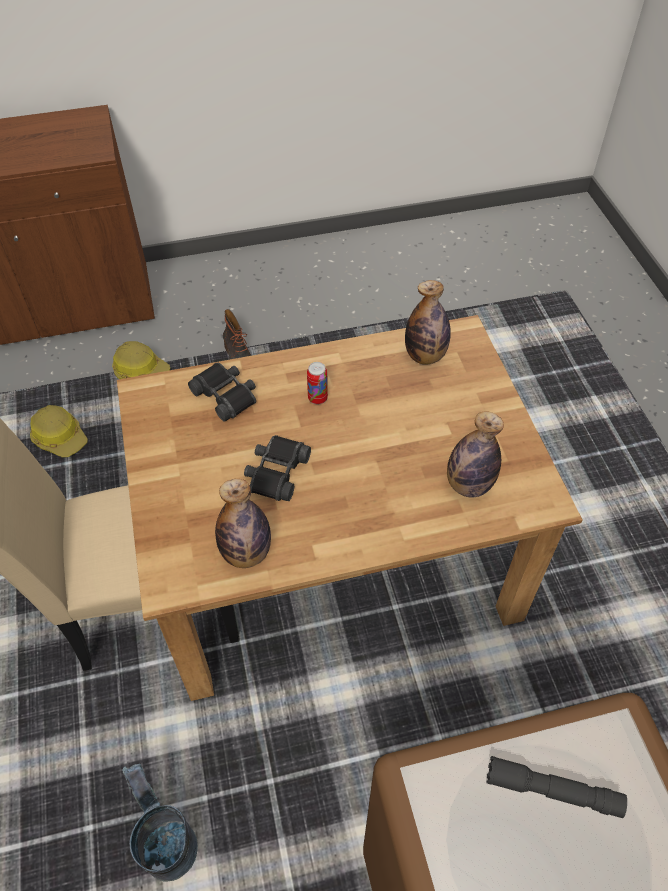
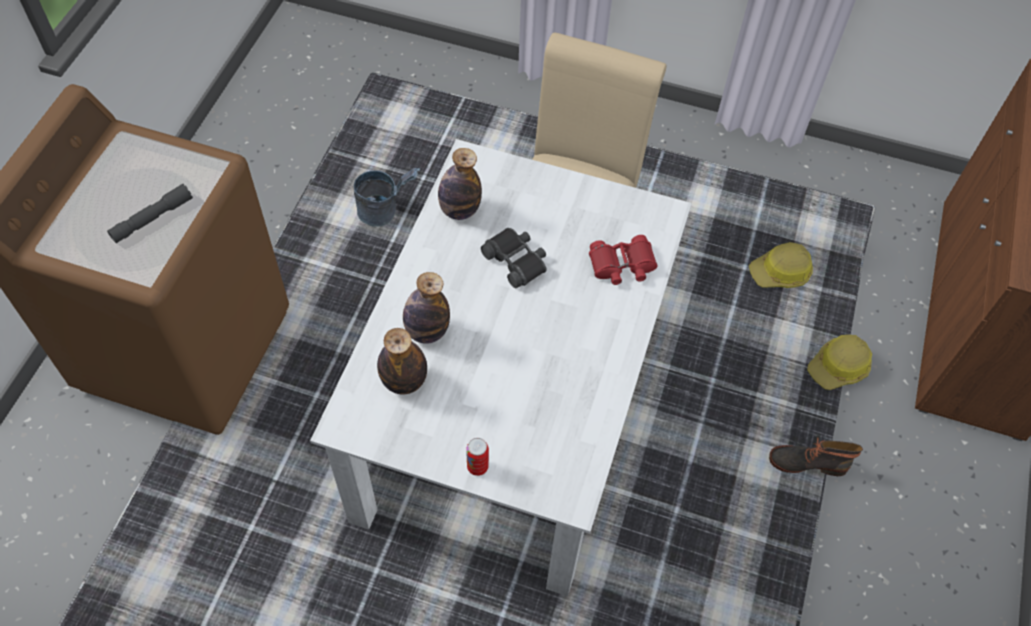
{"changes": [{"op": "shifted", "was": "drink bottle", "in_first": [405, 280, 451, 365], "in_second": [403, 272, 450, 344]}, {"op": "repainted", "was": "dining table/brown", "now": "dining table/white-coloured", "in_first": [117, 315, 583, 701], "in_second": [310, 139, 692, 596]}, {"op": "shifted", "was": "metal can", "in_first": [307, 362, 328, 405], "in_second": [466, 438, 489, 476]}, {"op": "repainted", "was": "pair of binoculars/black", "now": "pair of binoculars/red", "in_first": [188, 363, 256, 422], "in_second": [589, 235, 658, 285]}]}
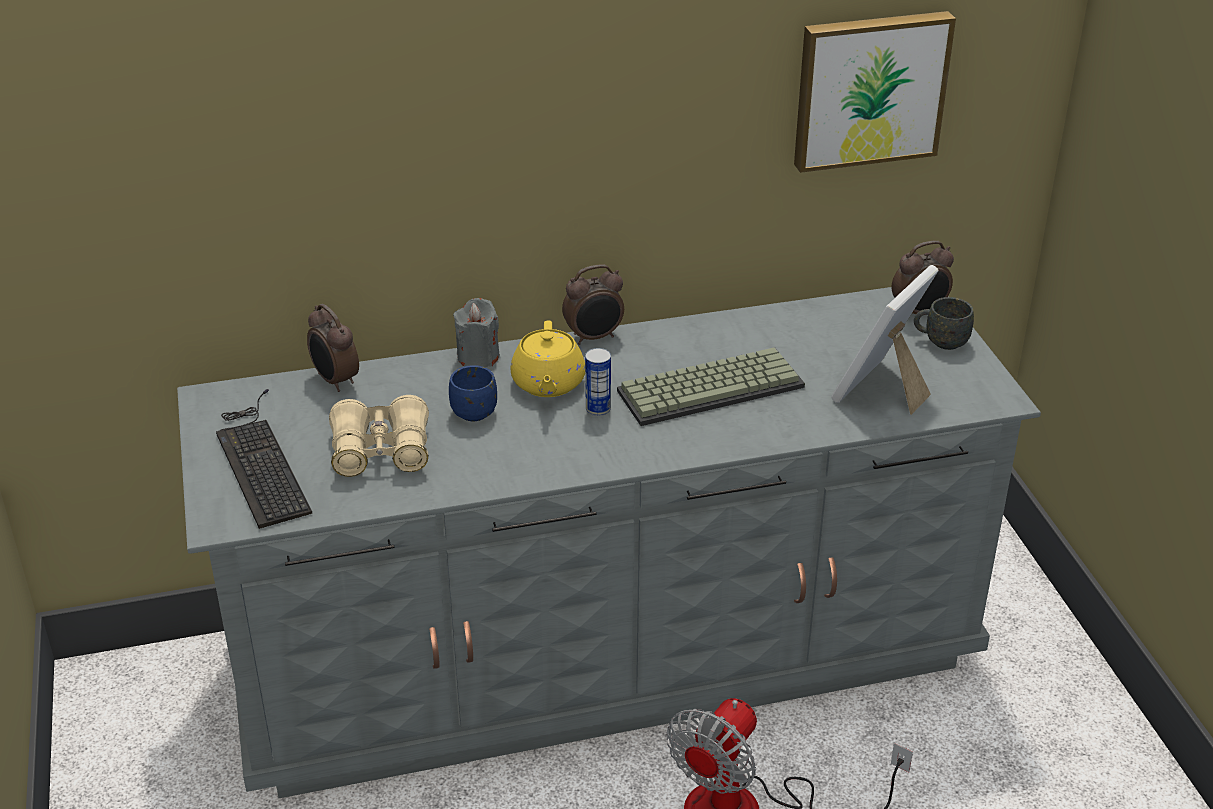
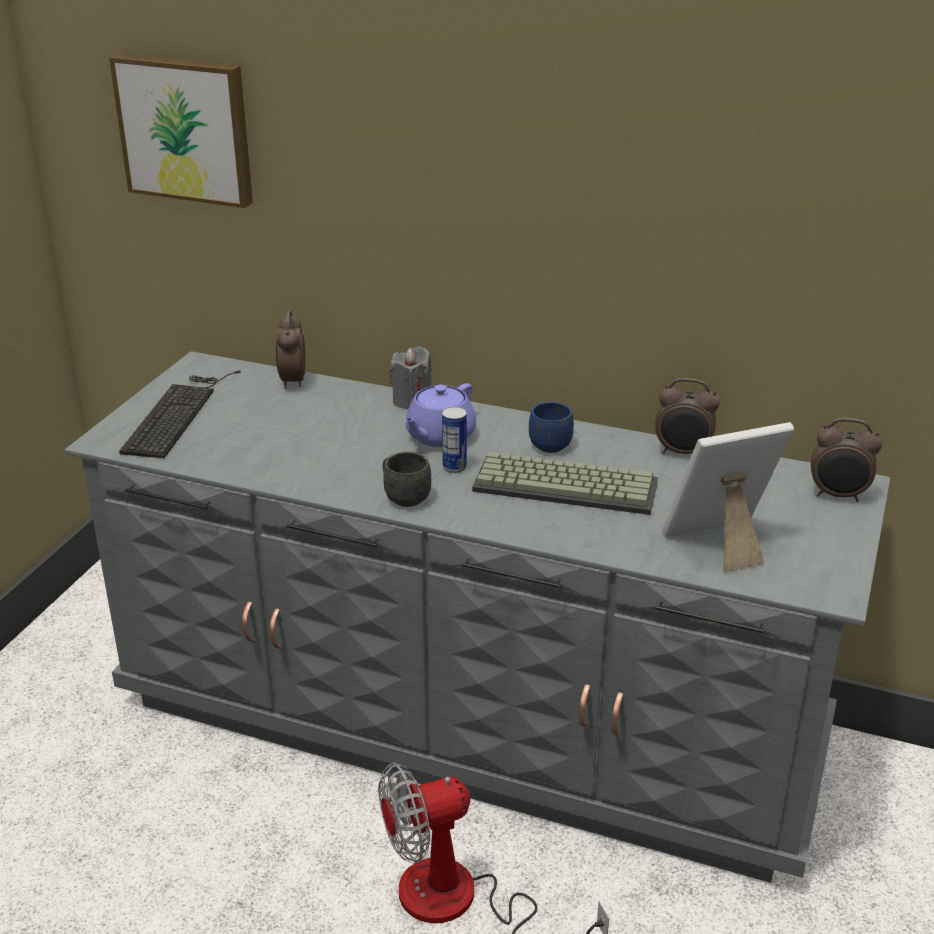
{"changes": [{"op": "shifted", "was": "picture", "in_first": [794, 11, 956, 173], "in_second": [109, 54, 253, 208]}, {"op": "shifted", "was": "bedside clock", "in_first": [562, 264, 624, 345], "in_second": [655, 378, 720, 454]}, {"op": "shifted", "was": "mug/greyish", "in_first": [914, 297, 974, 350], "in_second": [383, 452, 431, 507]}, {"op": "repainted", "was": "teapot/yellow-coloured", "now": "teapot/purple-coloured", "in_first": [511, 320, 585, 397], "in_second": [404, 383, 476, 447]}, {"op": "shifted", "was": "mug/blue-coloured", "in_first": [449, 365, 497, 421], "in_second": [529, 402, 574, 453]}, {"op": "gone", "was": "pair of binoculars/sand-coloured", "in_first": [329, 395, 429, 477]}]}
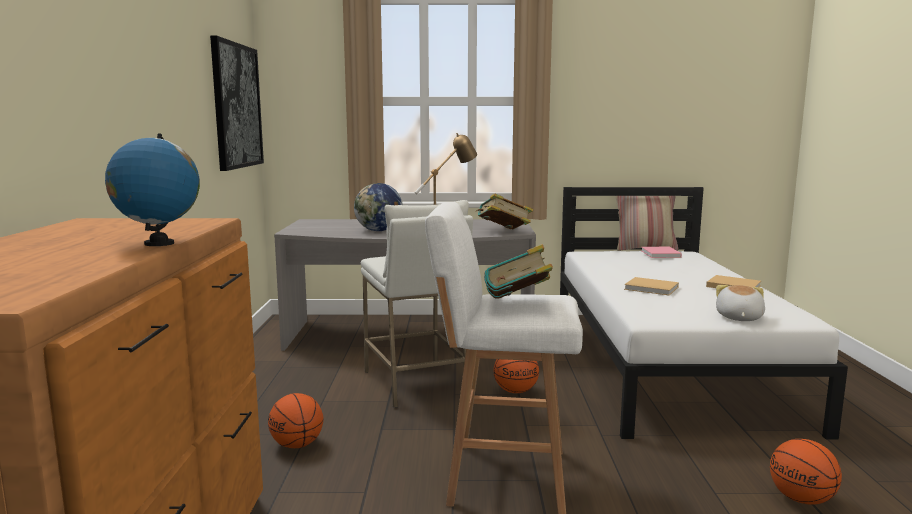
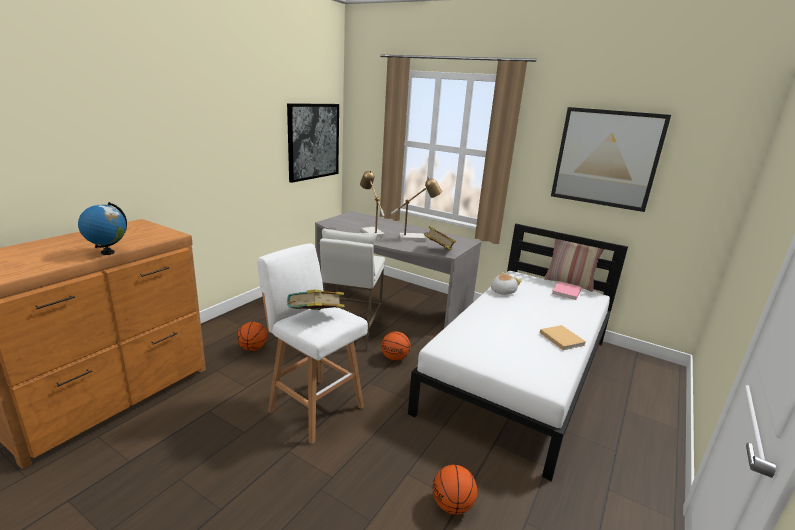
{"changes": [{"op": "swapped", "was": "globe", "now": "lamp for a table", "in_first": [354, 183, 403, 231], "in_second": [360, 170, 385, 237]}, {"op": "gone", "was": "bound book/sand-coloured", "in_first": [624, 277, 679, 296]}, {"op": "shifted", "was": "plush toy", "in_first": [716, 285, 765, 321], "in_second": [491, 272, 522, 295]}, {"op": "new", "now": "picture", "in_second": [551, 107, 671, 212]}]}
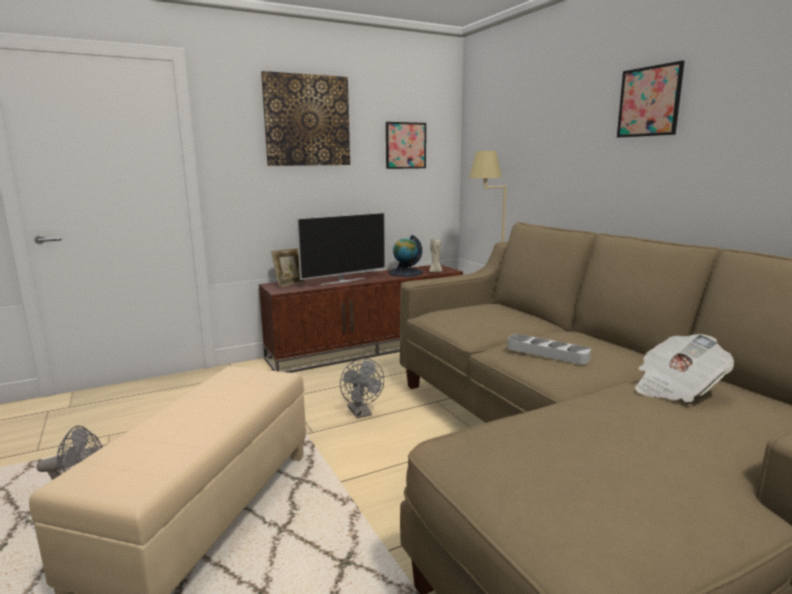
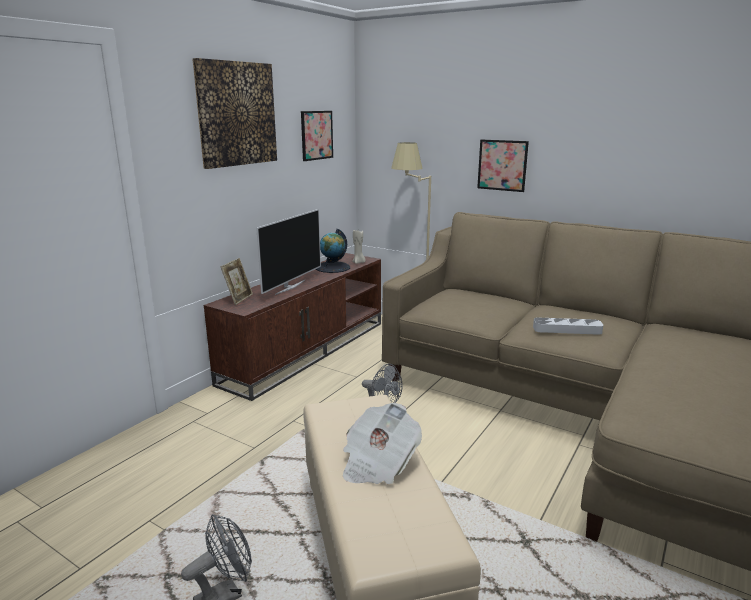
{"changes": [{"op": "shifted", "was": "picture", "in_first": [617, 61, 685, 138], "in_second": [477, 140, 529, 192]}, {"op": "shifted", "was": "daily paper", "in_first": [635, 334, 734, 402], "in_second": [343, 403, 422, 484]}]}
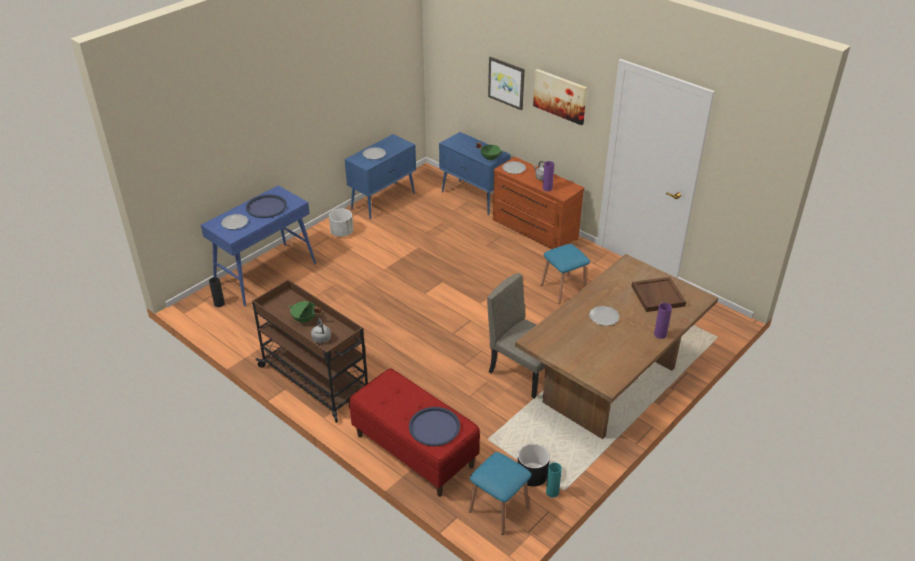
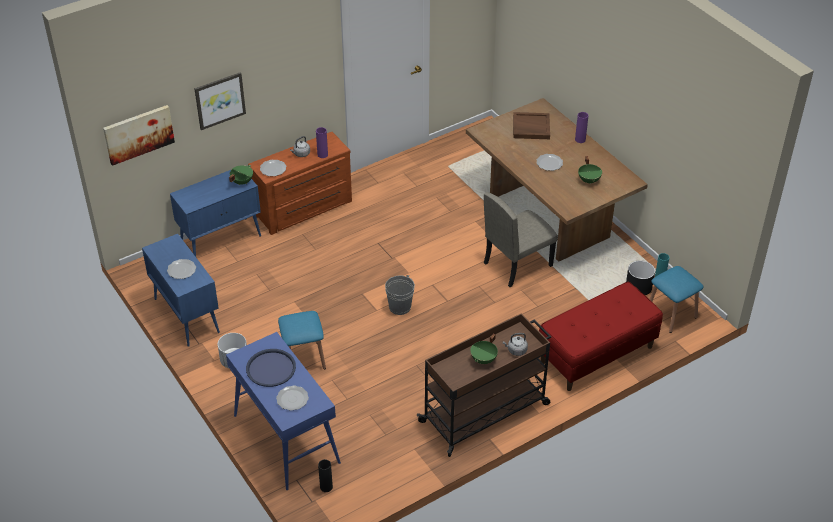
{"changes": [{"op": "shifted", "was": "picture", "in_first": [533, 69, 587, 125], "in_second": [103, 105, 175, 166]}, {"op": "shifted", "was": "stool/blue-coloured", "in_first": [541, 244, 590, 304], "in_second": [278, 311, 326, 369]}, {"op": "gone", "was": "serving tray/blue-coloured", "in_first": [409, 407, 460, 446]}, {"op": "new", "now": "stockpot/green-coloured", "in_second": [578, 156, 602, 184]}, {"op": "new", "now": "water bucket/greyish", "in_second": [385, 275, 415, 315]}]}
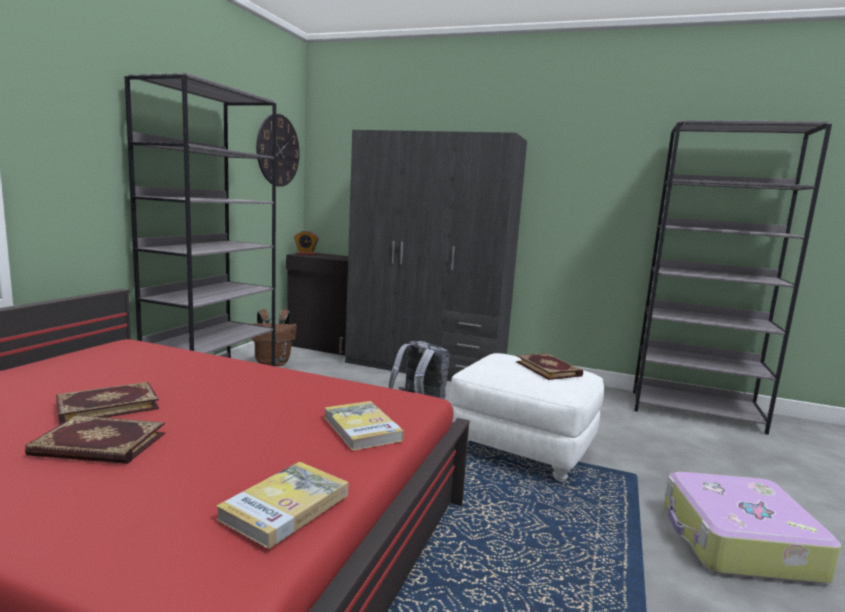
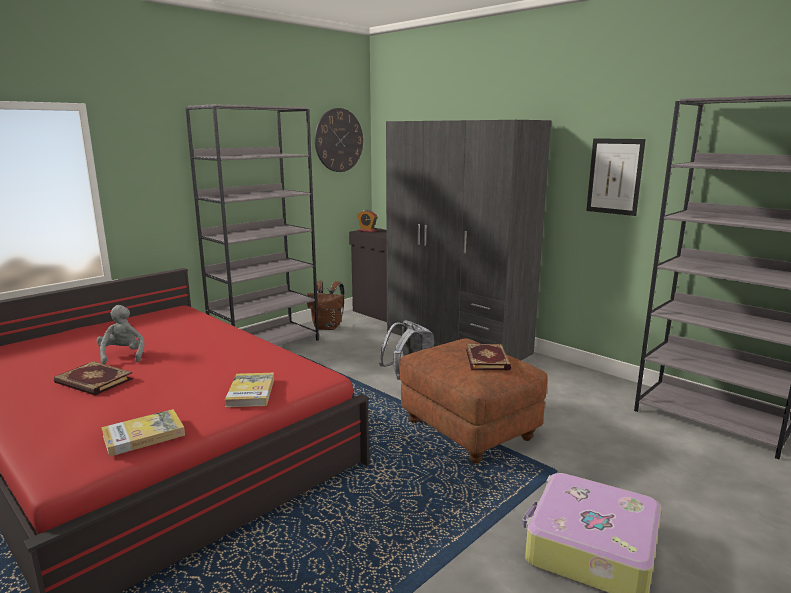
{"changes": [{"op": "repainted", "was": "ottoman/white-coloured", "now": "ottoman/brown", "in_first": [450, 353, 604, 482], "in_second": [400, 338, 547, 464]}, {"op": "swapped", "was": "bound book", "now": "plush toy/greyish", "in_first": [56, 382, 159, 424], "in_second": [97, 305, 144, 364]}, {"op": "new", "now": "picture", "in_second": [586, 138, 646, 216]}]}
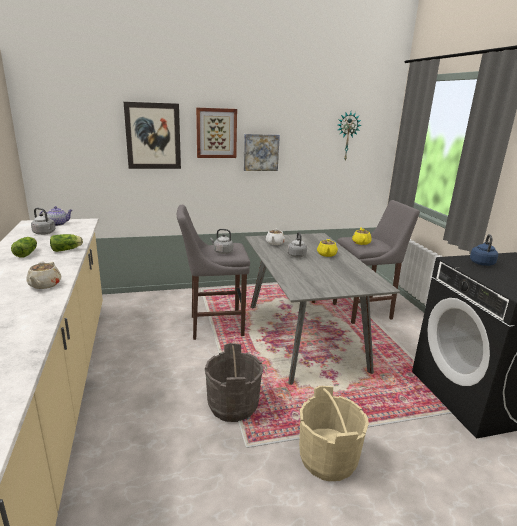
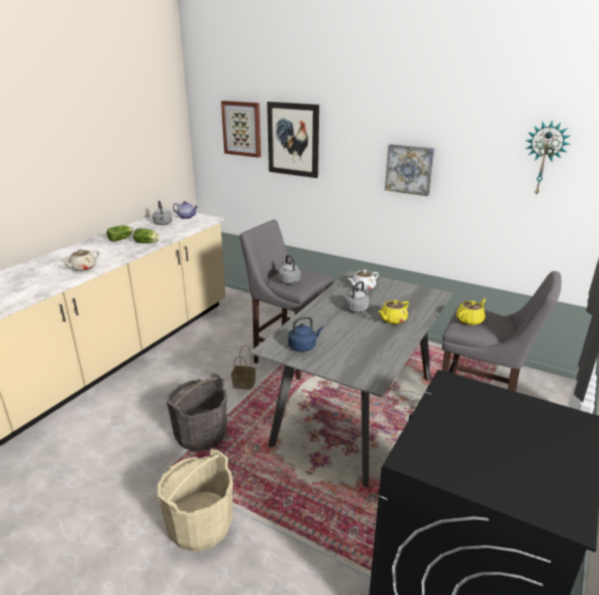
{"changes": [{"op": "shifted", "was": "picture", "in_first": [196, 108, 237, 158], "in_second": [221, 101, 261, 158]}, {"op": "shifted", "was": "tea kettle/blue-coloured", "in_first": [470, 234, 498, 266], "in_second": [288, 317, 323, 352]}, {"op": "new", "now": "household basket", "in_second": [231, 345, 256, 390]}]}
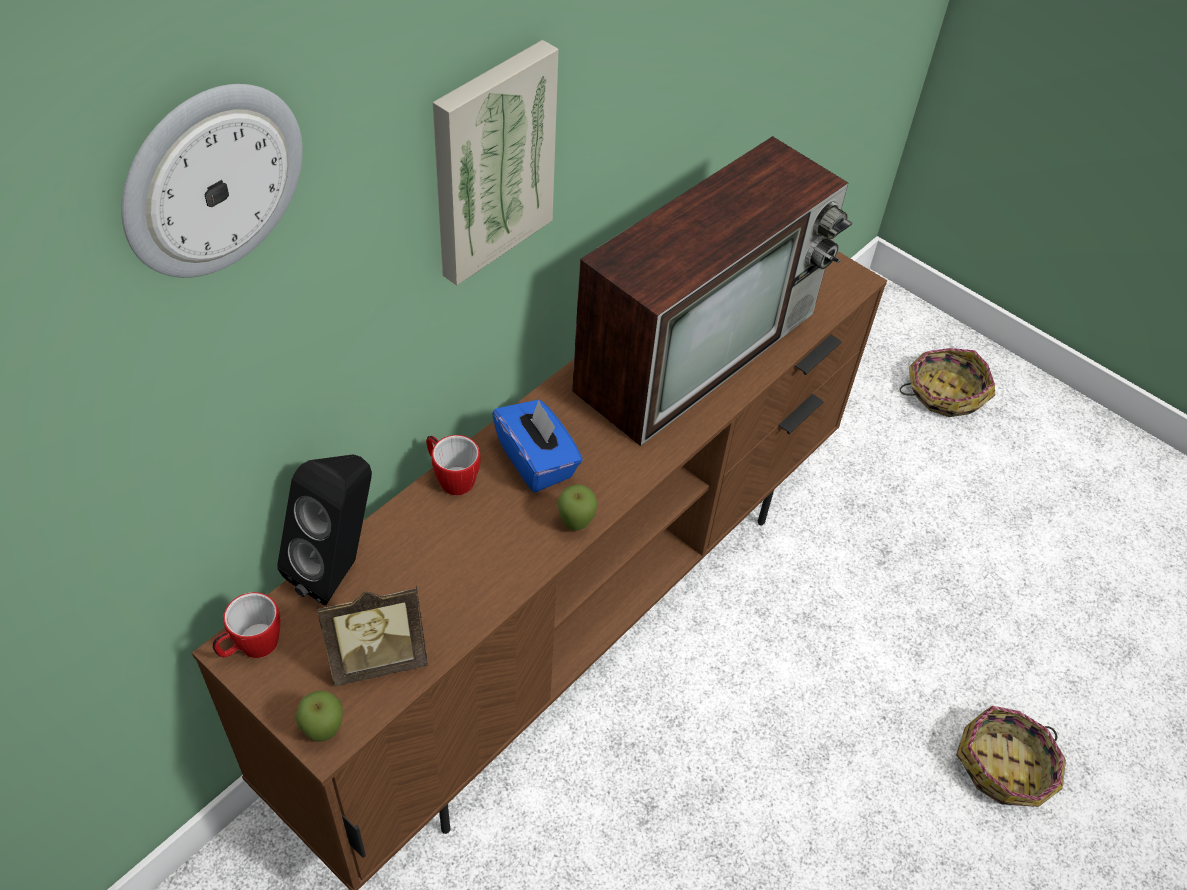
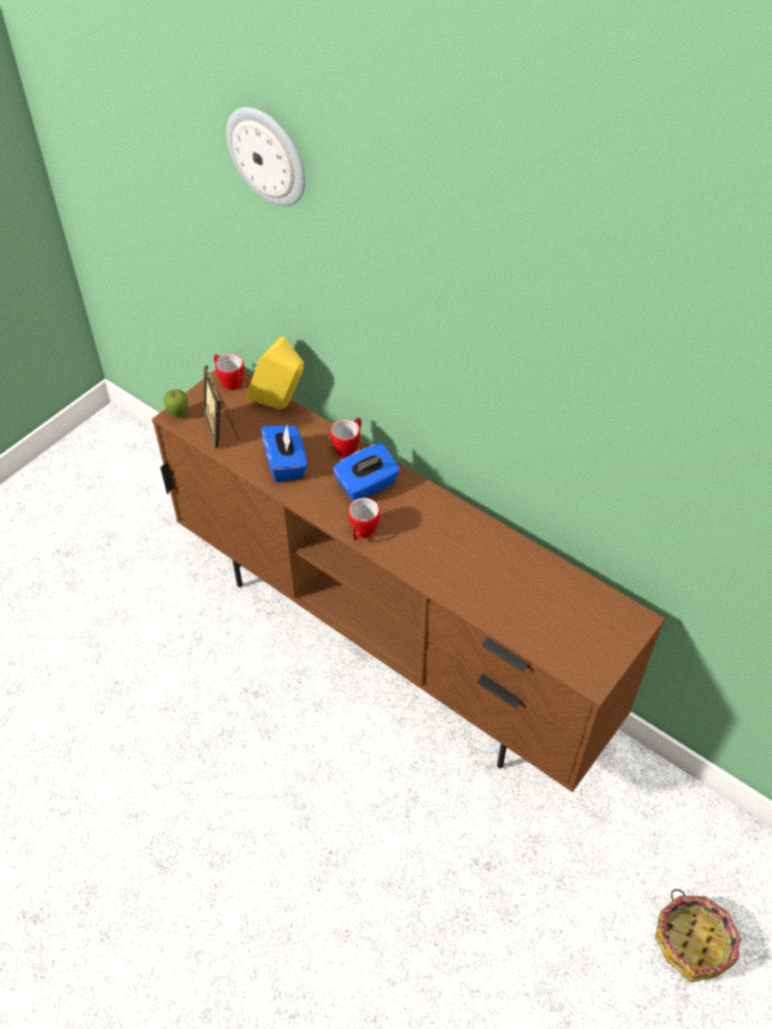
{"changes": [{"op": "gone", "was": "picture", "in_first": [433, 40, 559, 286]}, {"op": "gone", "was": "TV", "in_first": [572, 136, 852, 446]}, {"op": "repainted", "was": "speaker/black", "now": "speaker/yellow-coloured", "in_first": [277, 455, 372, 606], "in_second": [246, 336, 304, 409]}, {"op": "gone", "was": "whole apple", "in_first": [557, 484, 598, 531]}, {"op": "gone", "was": "household basket", "in_first": [956, 706, 1066, 807]}, {"op": "new", "now": "tissue box/blue-coloured", "in_second": [261, 426, 307, 482]}, {"op": "new", "now": "mug", "in_second": [348, 498, 380, 540]}]}
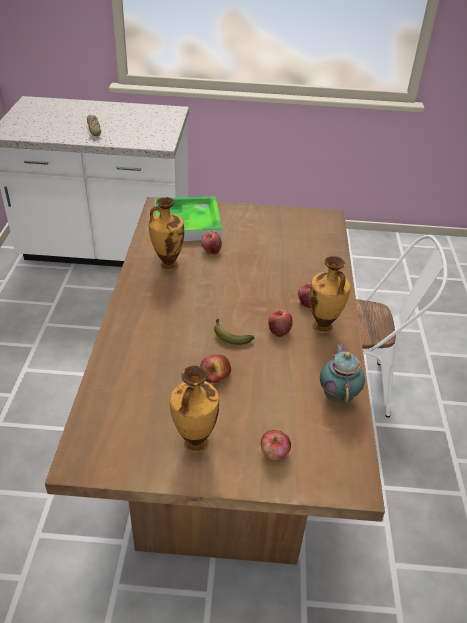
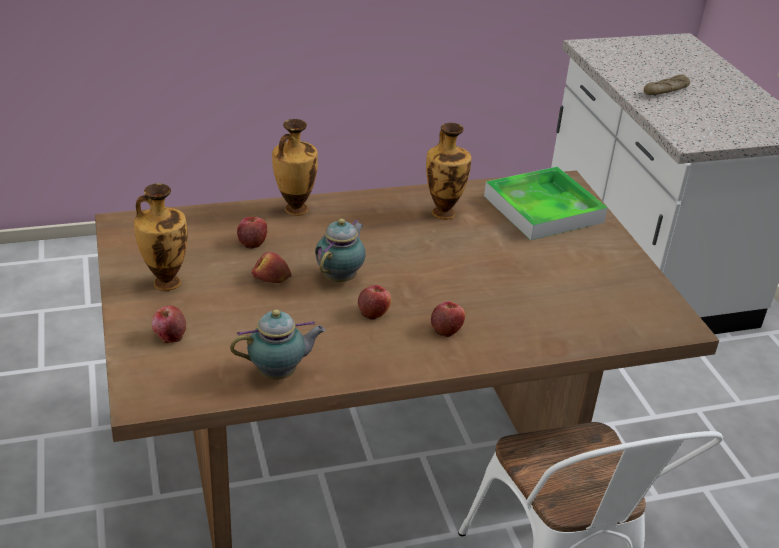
{"changes": [{"op": "shifted", "was": "whole apple", "in_first": [201, 232, 222, 254], "in_second": [237, 217, 267, 249]}, {"op": "shifted", "was": "decorative vase", "in_first": [310, 256, 351, 333], "in_second": [272, 119, 318, 216]}, {"op": "swapped", "was": "banana", "now": "teapot", "in_first": [214, 319, 254, 345], "in_second": [315, 218, 366, 282]}]}
